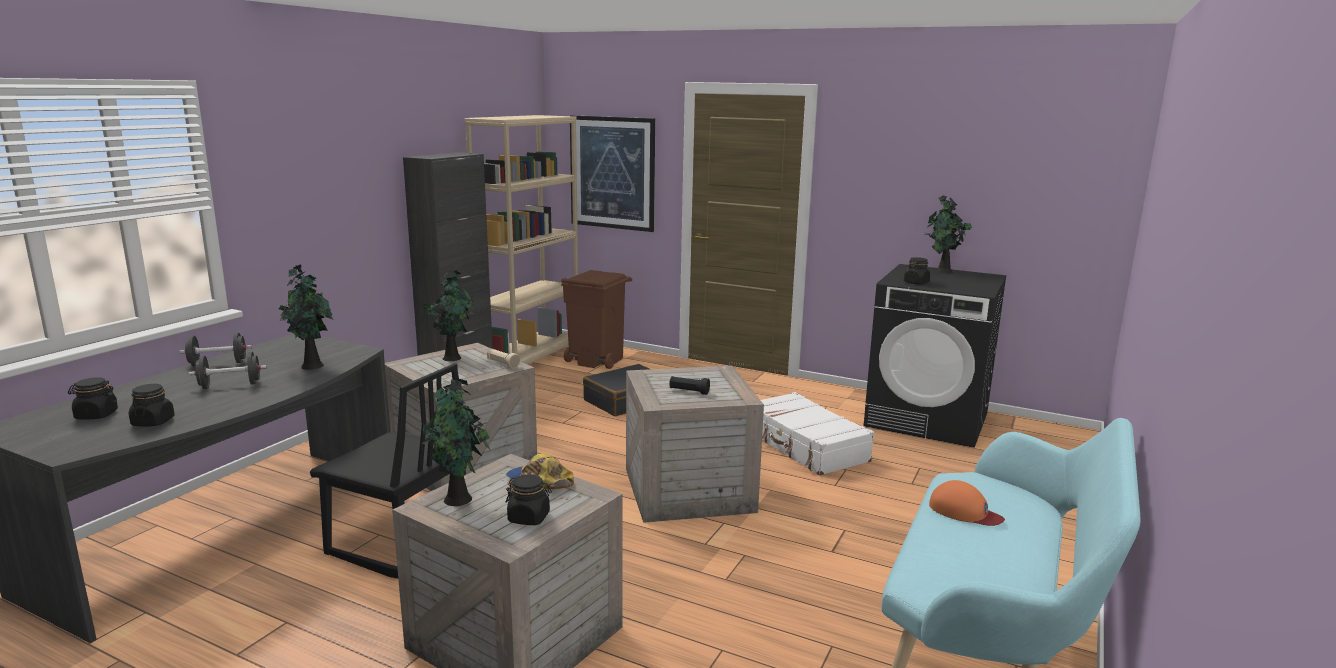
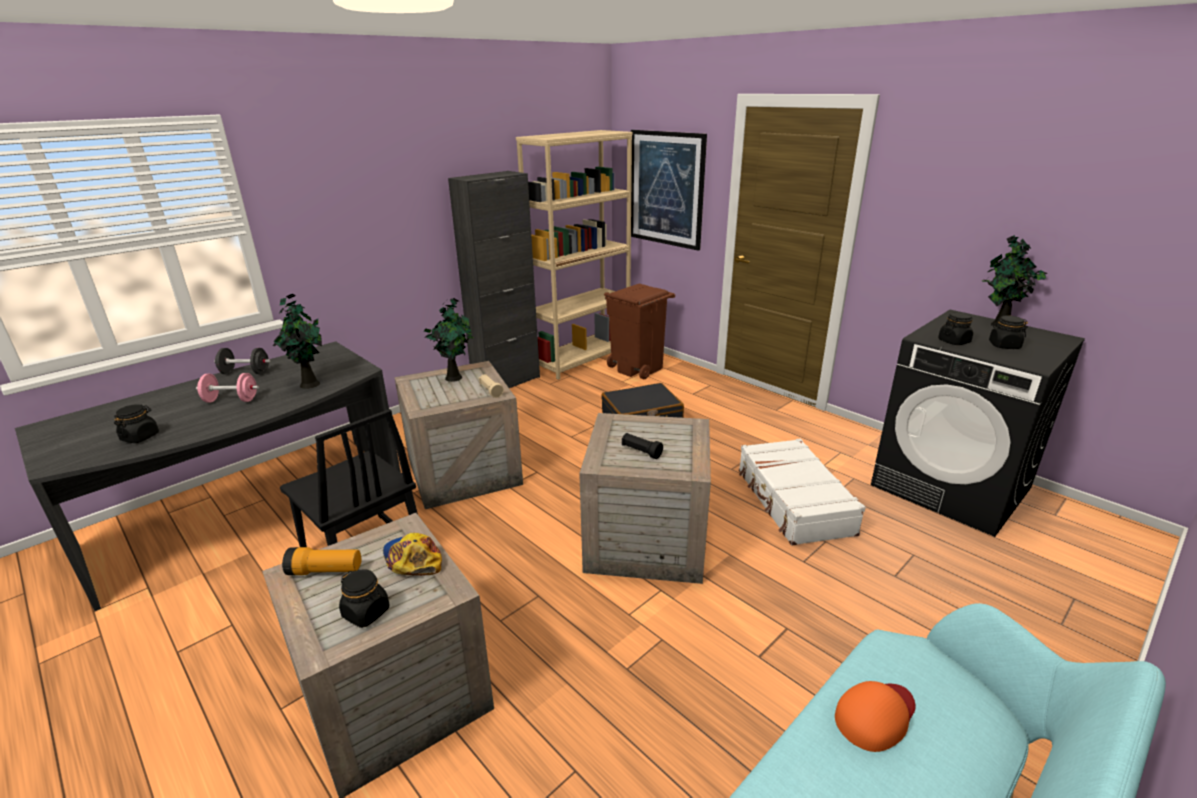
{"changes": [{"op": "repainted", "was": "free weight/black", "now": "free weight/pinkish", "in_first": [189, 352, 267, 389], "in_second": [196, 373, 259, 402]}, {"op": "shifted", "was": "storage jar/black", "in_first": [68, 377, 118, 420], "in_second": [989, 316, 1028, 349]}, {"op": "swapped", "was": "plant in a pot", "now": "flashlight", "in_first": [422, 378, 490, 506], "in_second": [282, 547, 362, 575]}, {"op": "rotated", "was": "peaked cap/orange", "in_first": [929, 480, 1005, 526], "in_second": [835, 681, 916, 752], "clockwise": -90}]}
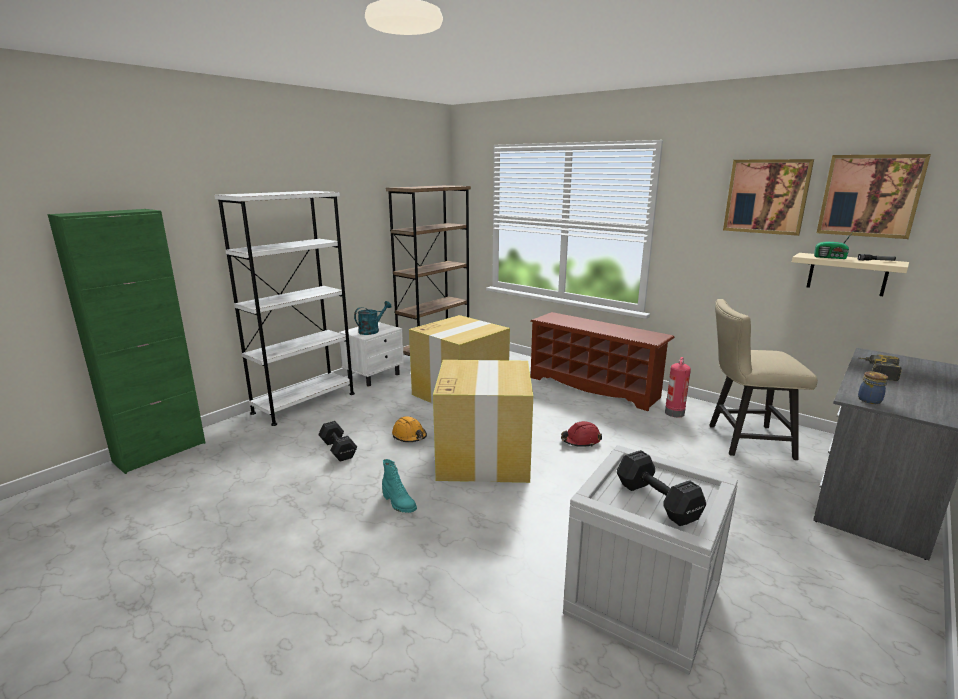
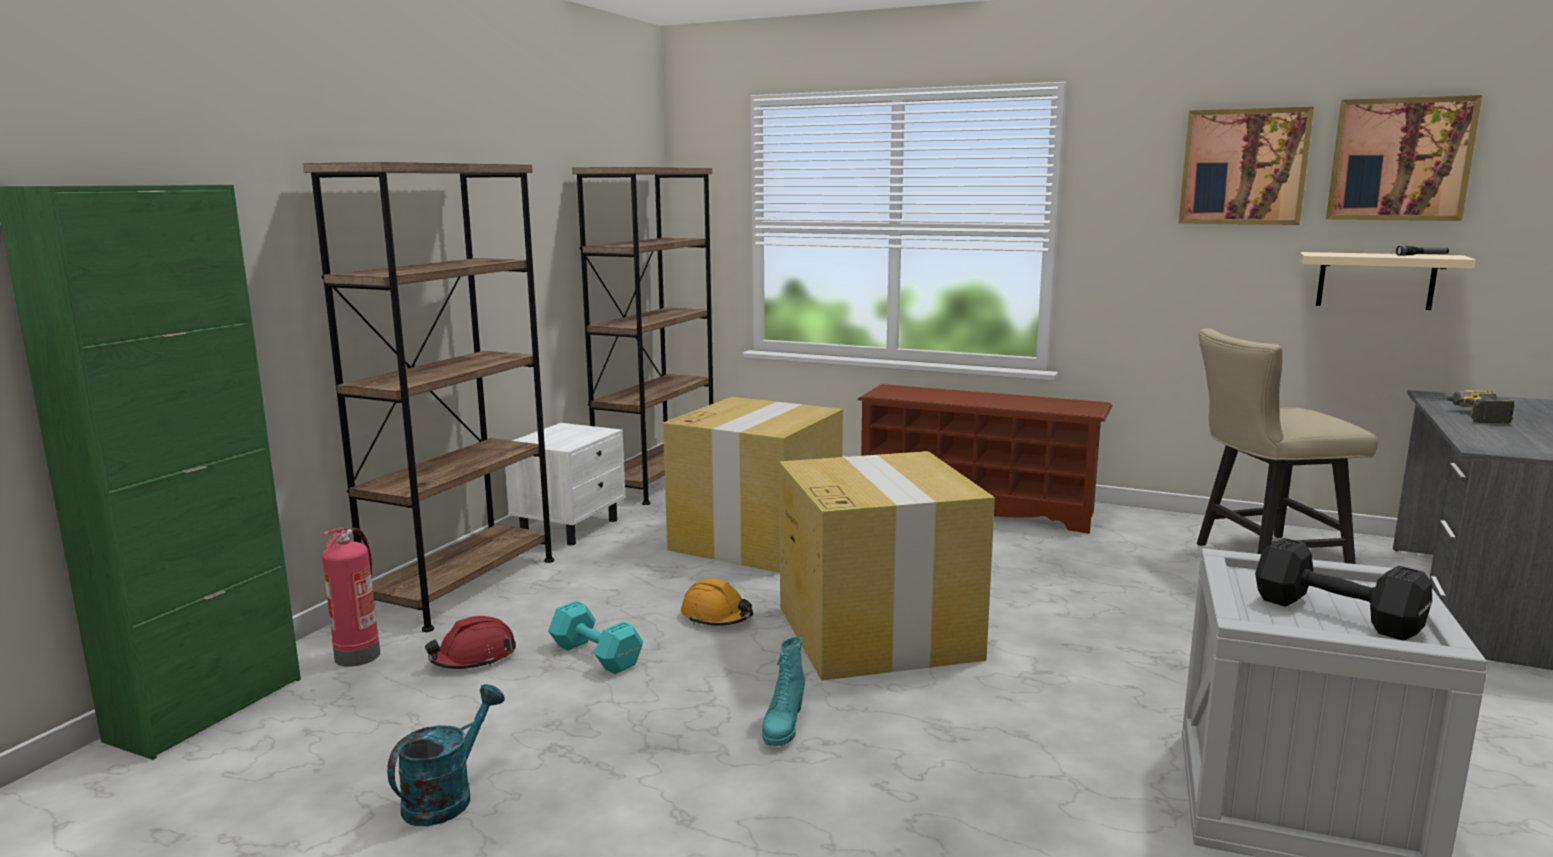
{"changes": [{"op": "repainted", "was": "bookshelf/white-coloured", "now": "bookshelf/brown", "in_first": [214, 191, 355, 426], "in_second": [303, 162, 554, 632]}, {"op": "gone", "was": "radio set", "in_first": [814, 232, 853, 259]}, {"op": "shifted", "was": "watering can/turquoise", "in_first": [354, 301, 392, 335], "in_second": [387, 684, 505, 826]}, {"op": "shifted", "was": "fire extinguisher", "in_first": [665, 357, 691, 417], "in_second": [322, 528, 380, 667]}, {"op": "gone", "was": "storage jar", "in_first": [858, 371, 888, 404]}, {"op": "repainted", "was": "free weight/black", "now": "free weight/turquoise", "in_first": [318, 421, 357, 462], "in_second": [548, 601, 643, 674]}, {"op": "shifted", "was": "work helmet/red", "in_first": [561, 421, 602, 447], "in_second": [425, 616, 516, 669]}, {"op": "rotated", "was": "tall boot/turquoise", "in_first": [382, 459, 417, 513], "in_second": [762, 637, 805, 746], "clockwise": 75}]}
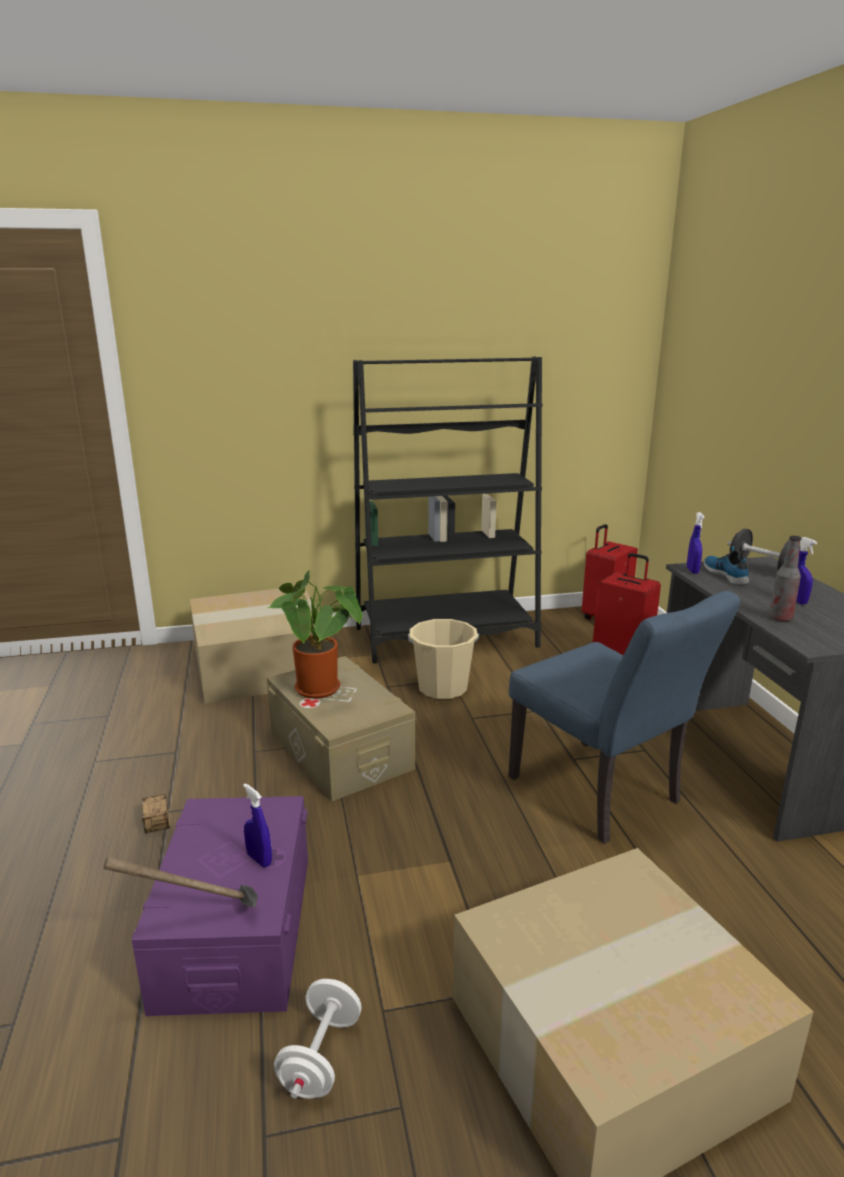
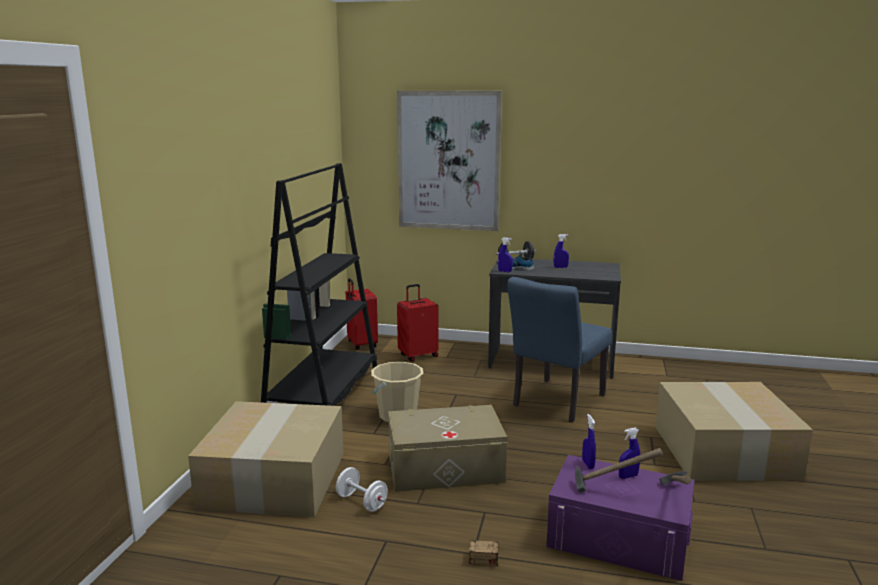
{"changes": [{"op": "gone", "was": "drink bottle", "in_first": [769, 536, 802, 622]}, {"op": "gone", "was": "plant in a pot", "in_first": [267, 570, 363, 699]}, {"op": "rotated", "was": "chair/blue-coloured", "in_first": [509, 591, 740, 844], "in_second": [507, 277, 612, 423], "clockwise": 135}, {"op": "shifted", "was": "free weight/white-coloured", "in_first": [274, 979, 362, 1099], "in_second": [336, 467, 388, 512]}, {"op": "new", "now": "picture", "in_second": [397, 91, 502, 231]}, {"op": "new", "now": "sprayer/blue-coloured", "in_second": [582, 414, 596, 469]}, {"op": "new", "now": "hammer", "in_second": [575, 448, 663, 493]}]}
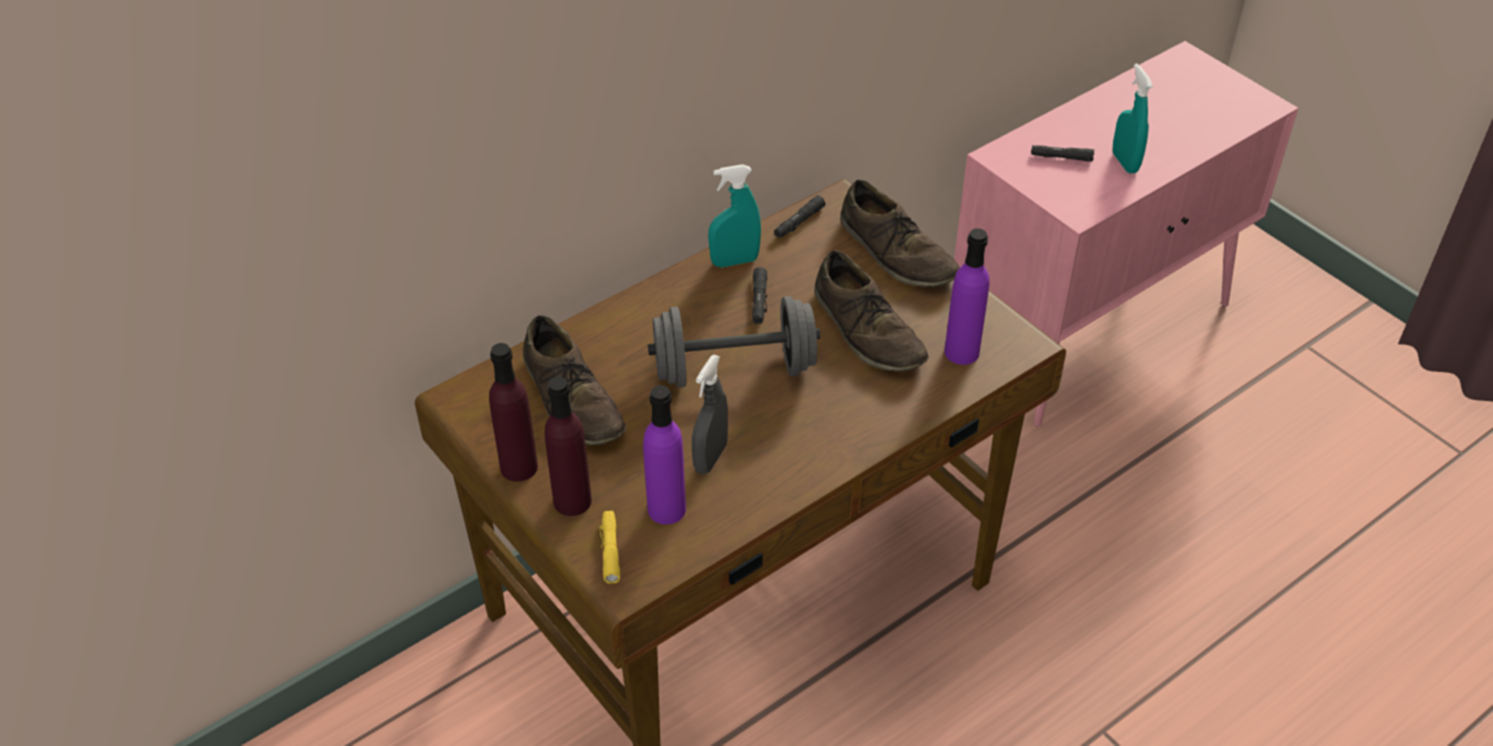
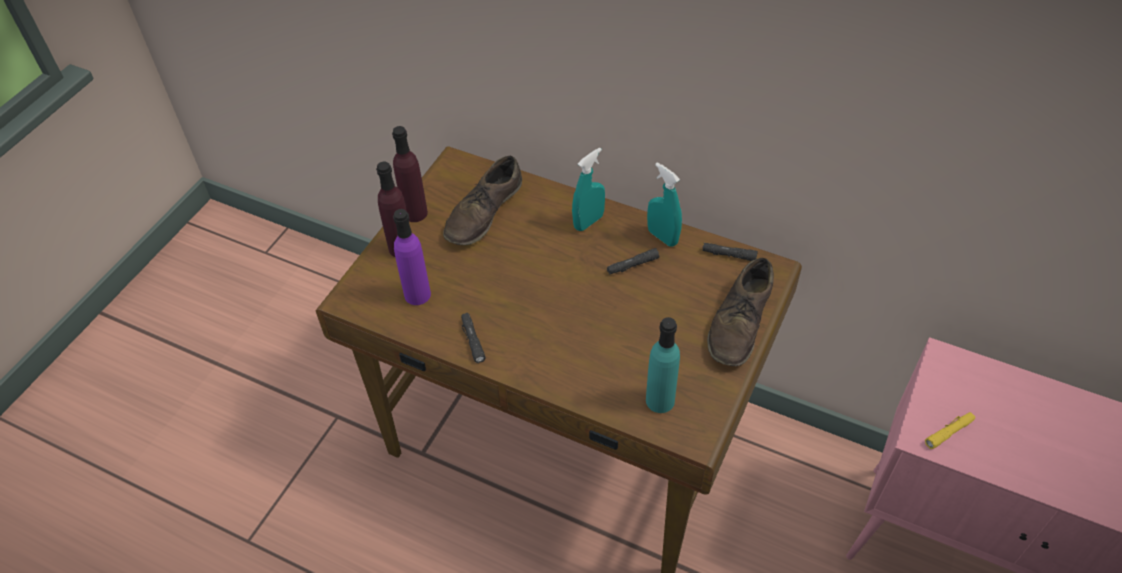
{"changes": [{"op": "shifted", "was": "sprayer/turquoise", "in_first": [1112, 63, 1153, 174], "in_second": [572, 148, 605, 231]}, {"op": "shifted", "was": "flashlight/black", "in_first": [1031, 145, 1094, 162], "in_second": [461, 313, 486, 363]}, {"op": "repainted", "was": "drink bottle/purple-coloured", "now": "drink bottle/turquoise", "in_first": [944, 228, 989, 365], "in_second": [646, 317, 680, 413]}, {"op": "gone", "was": "low shoe/brown", "in_first": [814, 251, 929, 372]}, {"op": "gone", "was": "free weight/greyish", "in_first": [648, 296, 820, 388]}, {"op": "gone", "was": "sprayer/greyish", "in_first": [692, 354, 728, 474]}, {"op": "shifted", "was": "flashlight/yellow-coloured", "in_first": [600, 511, 620, 584], "in_second": [925, 412, 975, 449]}]}
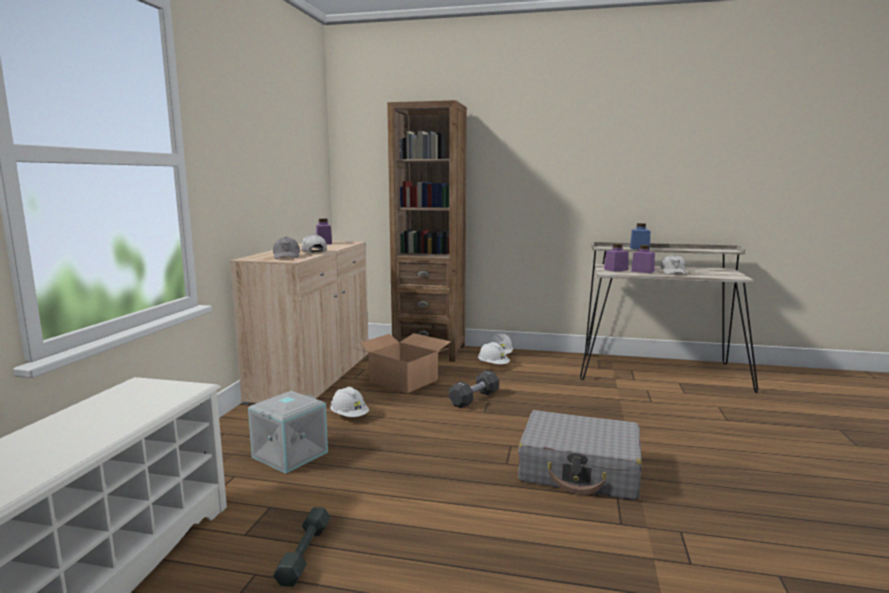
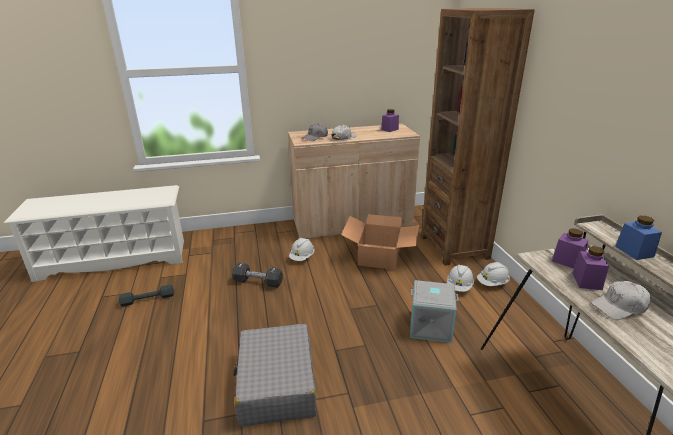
{"changes": [{"op": "shifted", "was": "free weight/black", "in_first": [449, 370, 499, 408], "in_second": [232, 262, 283, 288]}, {"op": "shifted", "was": "storage bin/greyish", "in_first": [248, 391, 328, 474], "in_second": [410, 280, 459, 343]}]}
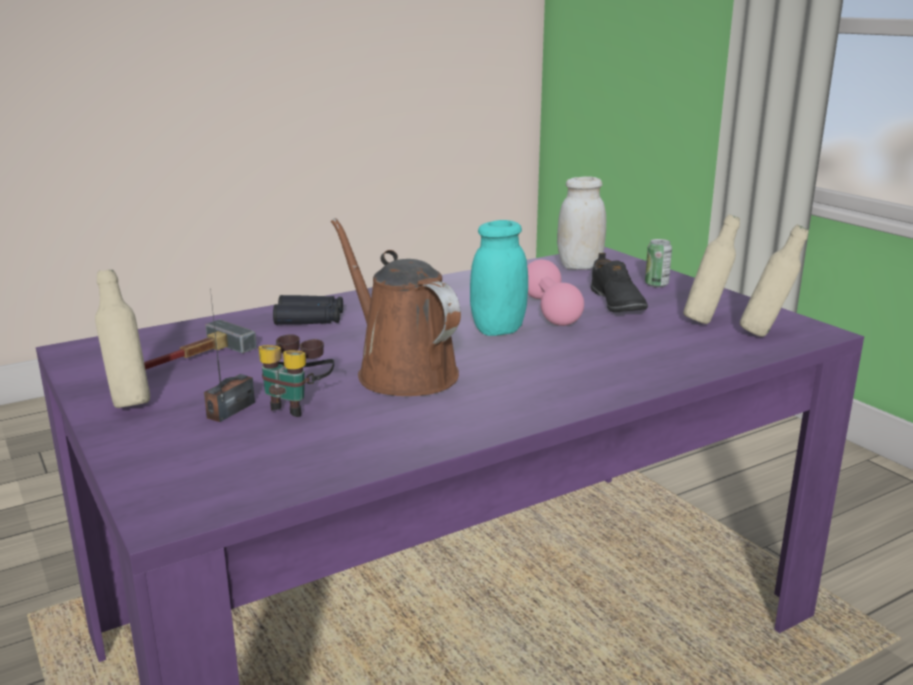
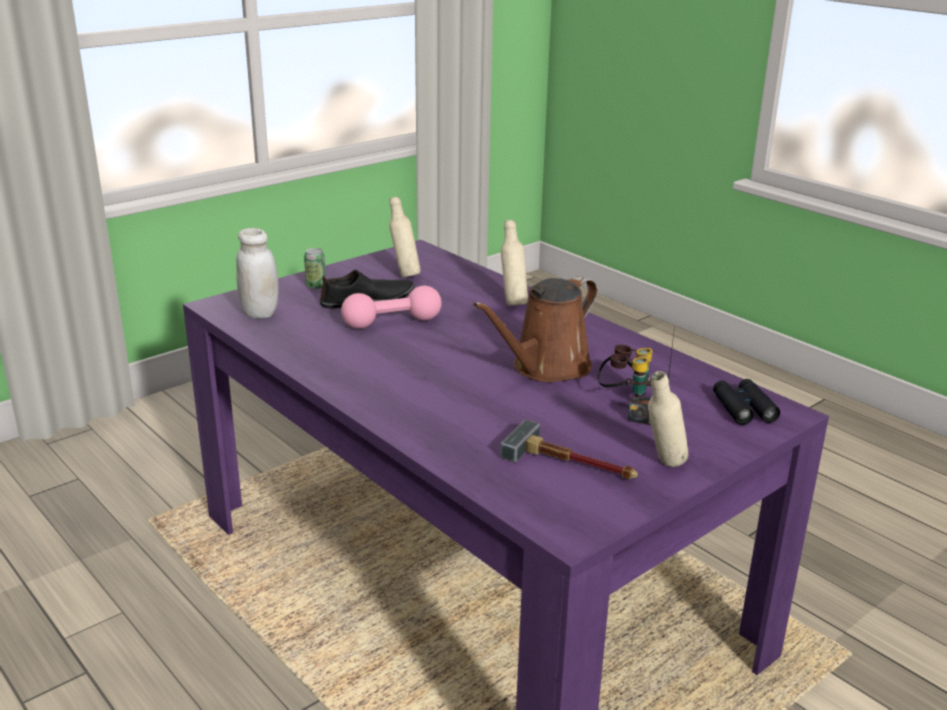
{"changes": [{"op": "gone", "was": "storage jar/turquoise", "in_first": [470, 220, 528, 336]}, {"op": "shifted", "was": "drink bottle/sand-coloured", "in_first": [740, 225, 809, 337], "in_second": [501, 220, 528, 306]}, {"op": "shifted", "was": "pair of binoculars/black", "in_first": [273, 295, 343, 325], "in_second": [713, 379, 780, 425]}]}
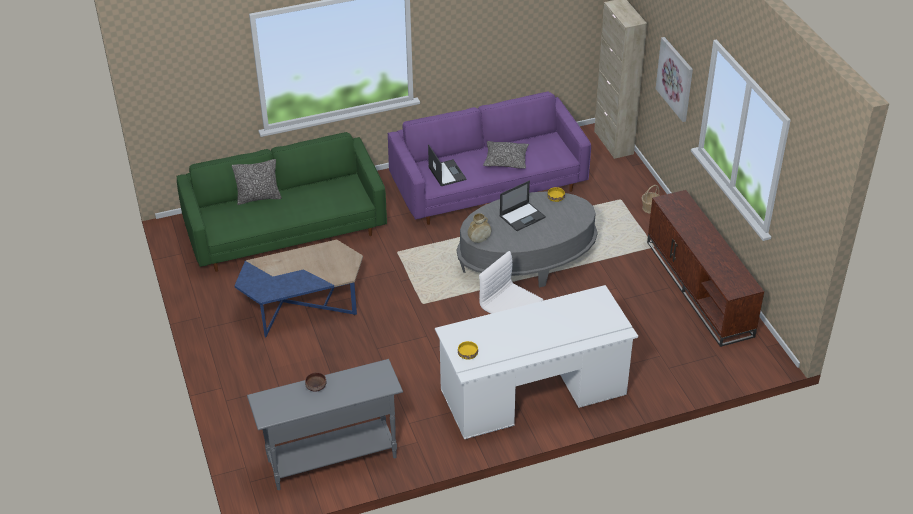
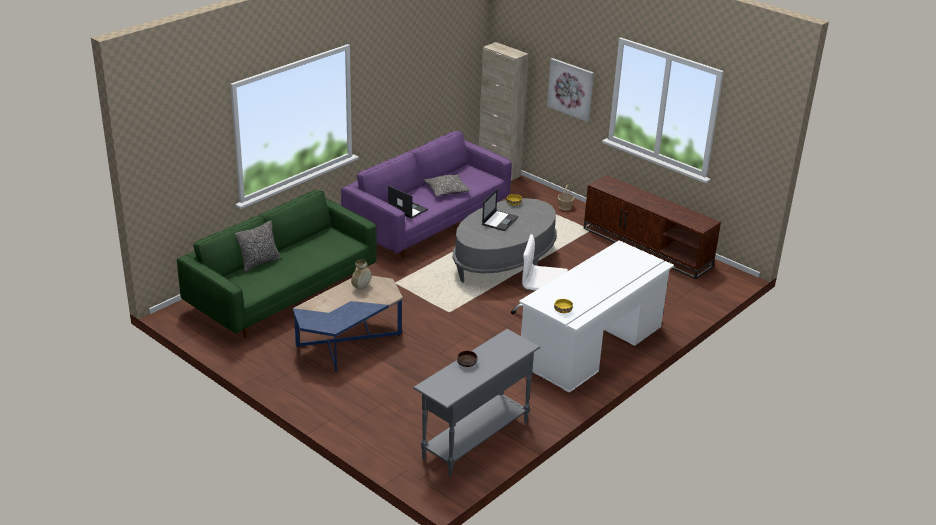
{"changes": [{"op": "shifted", "was": "decorative vase/sand-coloured", "in_first": [468, 213, 491, 243], "in_second": [351, 260, 372, 289]}]}
